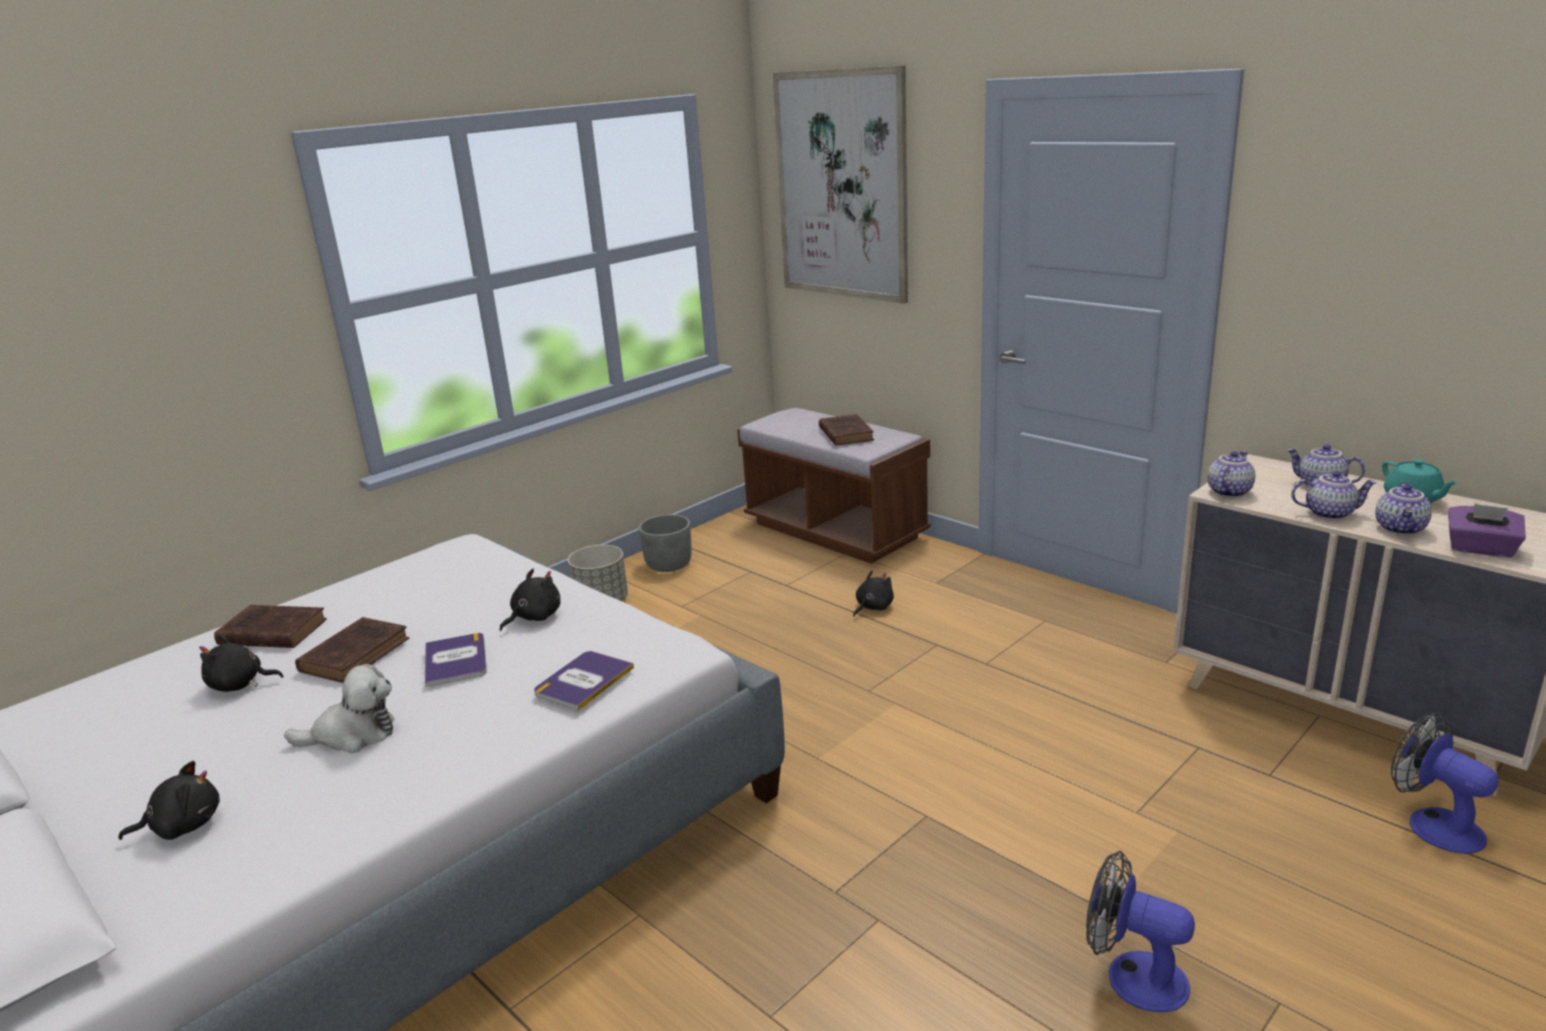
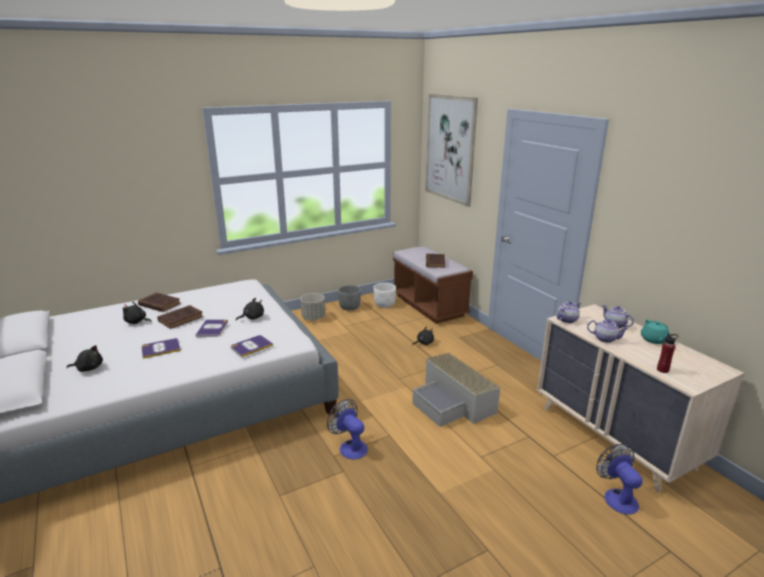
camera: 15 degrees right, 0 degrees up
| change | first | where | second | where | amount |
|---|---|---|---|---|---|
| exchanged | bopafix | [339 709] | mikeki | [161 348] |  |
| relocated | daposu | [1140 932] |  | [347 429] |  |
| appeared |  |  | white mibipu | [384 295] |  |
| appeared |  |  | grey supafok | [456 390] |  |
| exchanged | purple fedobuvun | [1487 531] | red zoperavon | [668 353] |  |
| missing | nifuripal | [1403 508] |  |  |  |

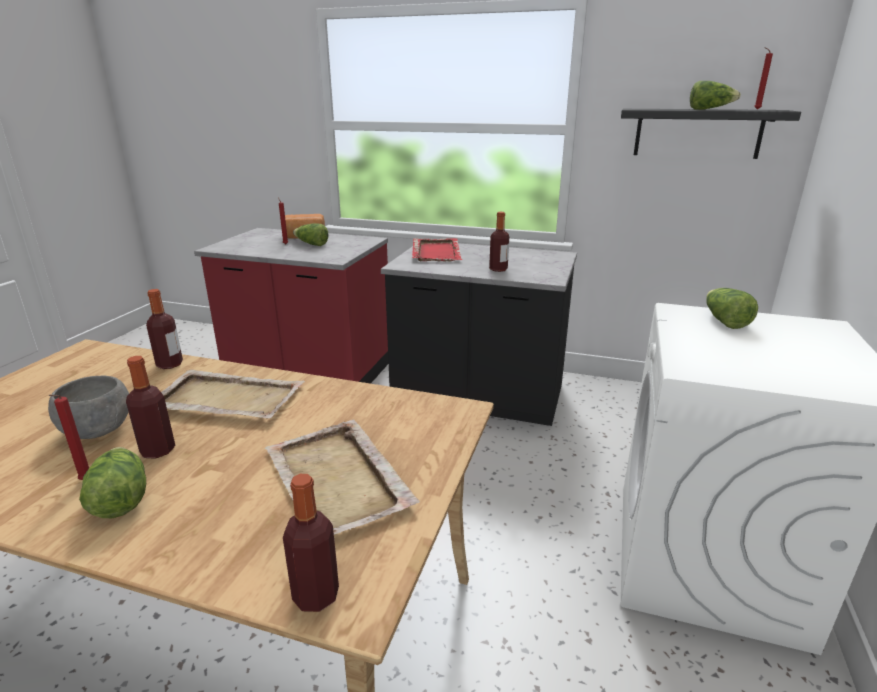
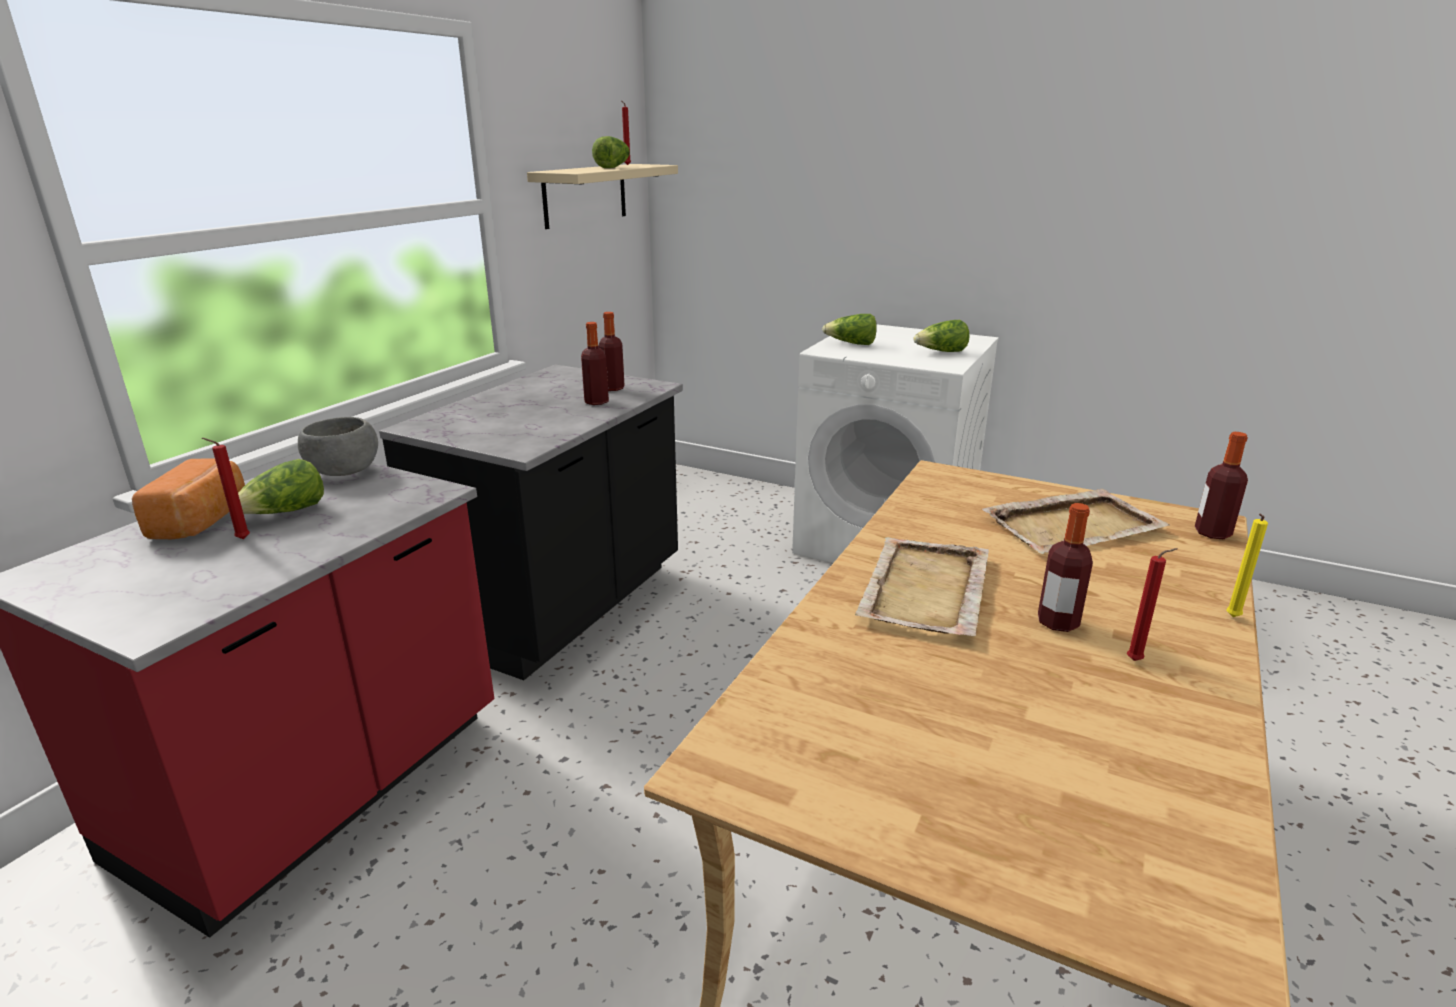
camera: 80 degrees left, 0 degrees up
| change | first | where | second | where | amount |
|---|---|---|---|---|---|
| relocated | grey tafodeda | [88 407] |  | [338 446] |  |
| colour | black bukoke | [711 134] | beige bukoke | [602 196] |  |
| relocated | zoperavon | [164 329] |  | [611 351] |  |
| relocated | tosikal | [112 482] |  | [941 336] |  |
| appeared |  |  | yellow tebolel | [1247 565] |  |
| missing | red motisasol | [437 250] |  |  |  |

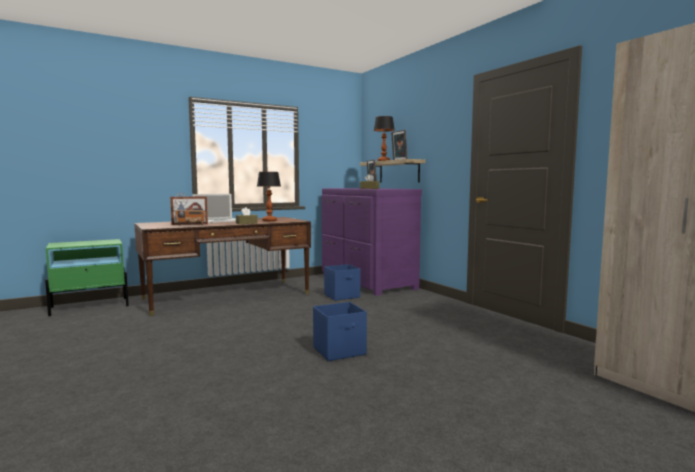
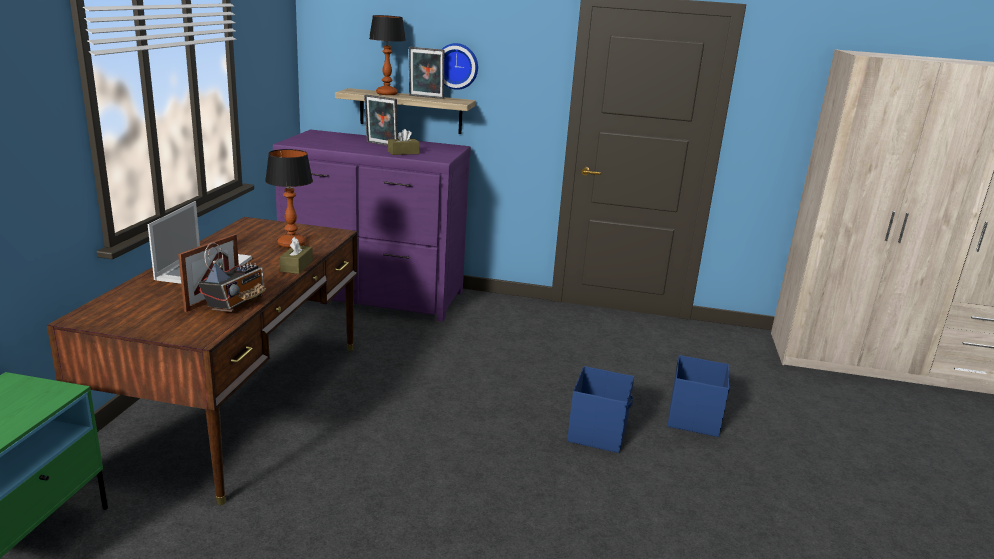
camera: 50 degrees left, 15 degrees up
| change | first | where | second | where | amount |
|---|---|---|---|---|---|
| appeared |  |  | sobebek | [460 66] |  |
| relocated | blue supafok | [342 282] |  | [699 396] |  |

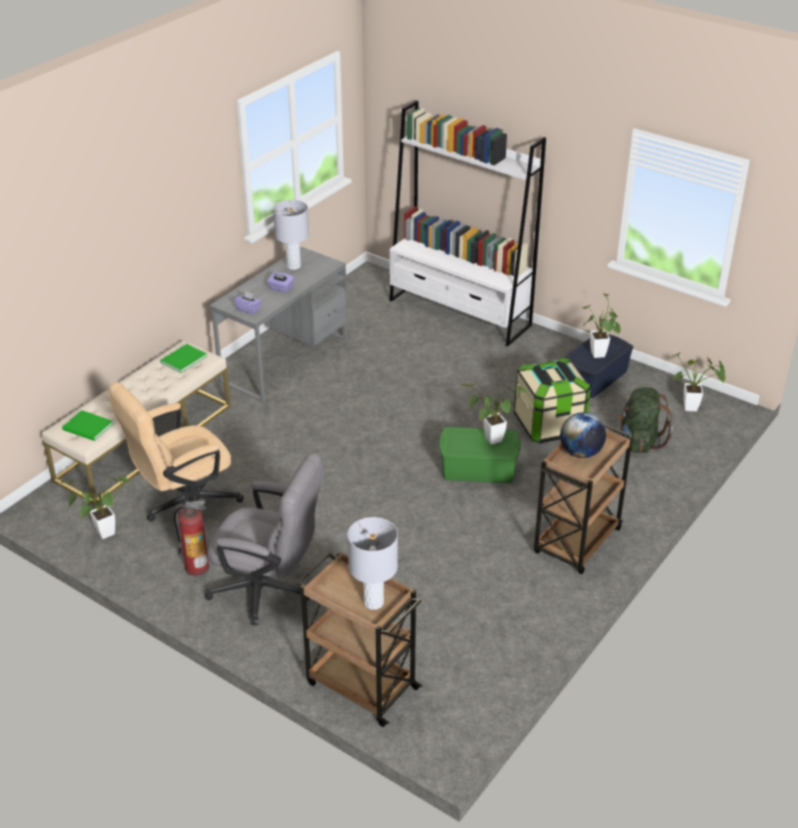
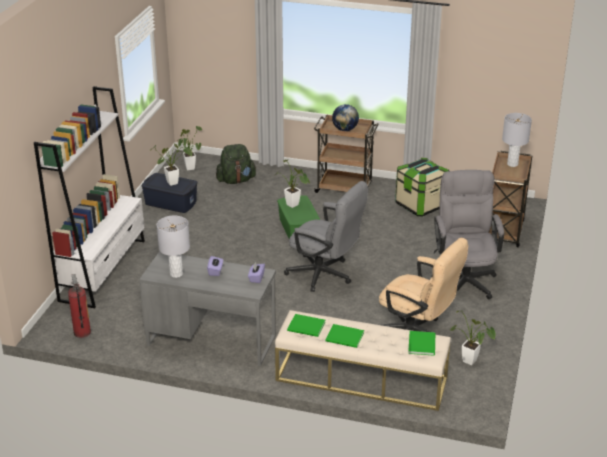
camera: 110 degrees left, 5 degrees down
| change | first | where | second | where | amount |
|---|---|---|---|---|---|
| relocated | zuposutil | [191 538] |  | [79 306] |  |
| appeared |  |  | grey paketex | [326 236] |  |
| appeared |  |  | green mikeki | [345 336] |  |
| relocated | supafok | [552 401] |  | [422 187] |  |

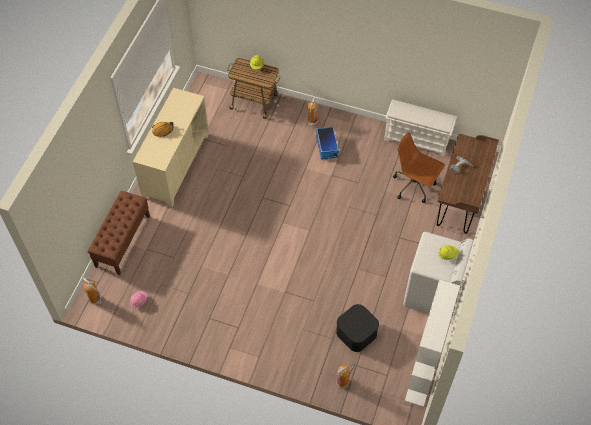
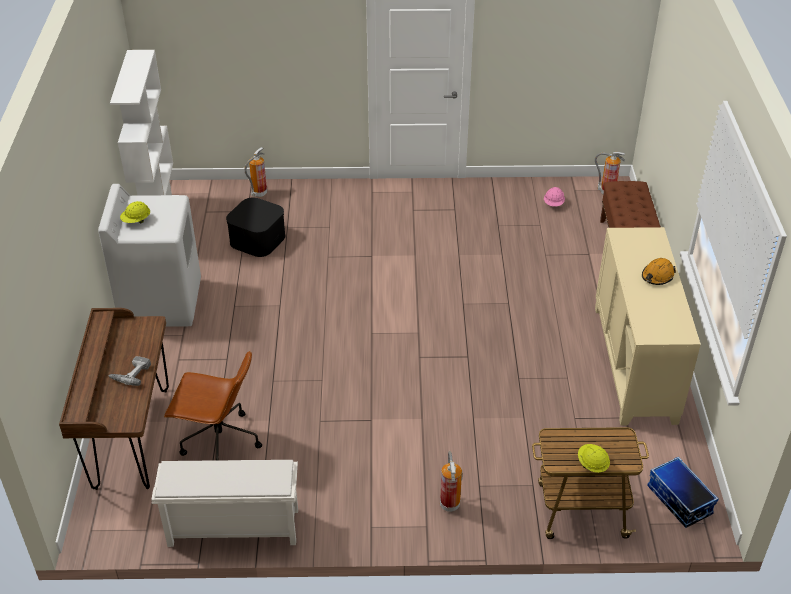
camera: 160 degrees right, 15 degrees down
| change | first | where | second | where | amount |
|---|---|---|---|---|---|
| relocated | supafok | [327 143] |  | [683 492] |  |

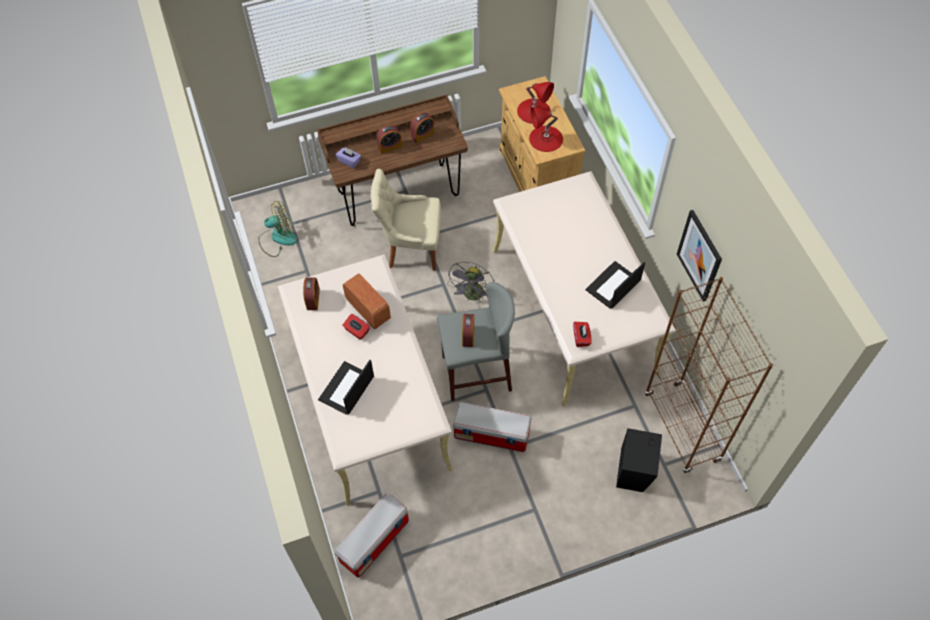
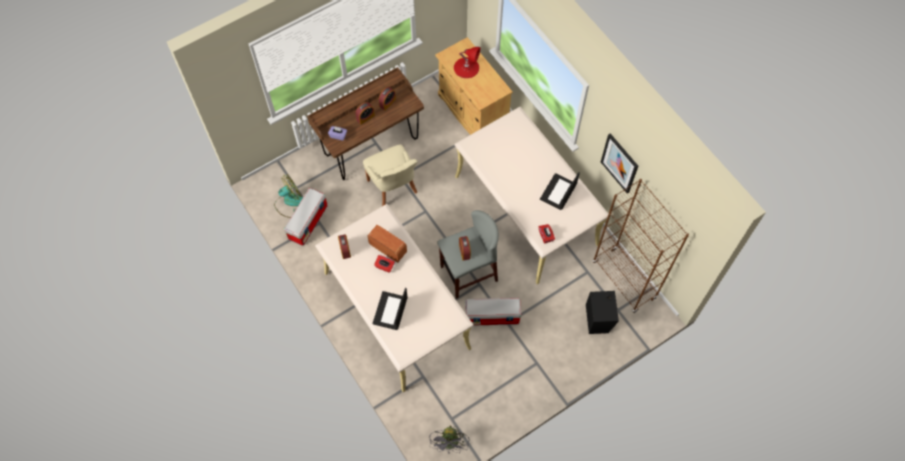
camera: 15 degrees left, 5 degrees up
| change | first | where | second | where | amount |
|---|---|---|---|---|---|
| relocated | supafok | [372 535] |  | [306 217] |  |
| spun | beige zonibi | [406 220] |  | [390 175] | 105 degrees counterclockwise |
| relocated | grey daposu | [471 282] |  | [449 440] |  |
| missing | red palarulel | [546 129] |  |  |  |

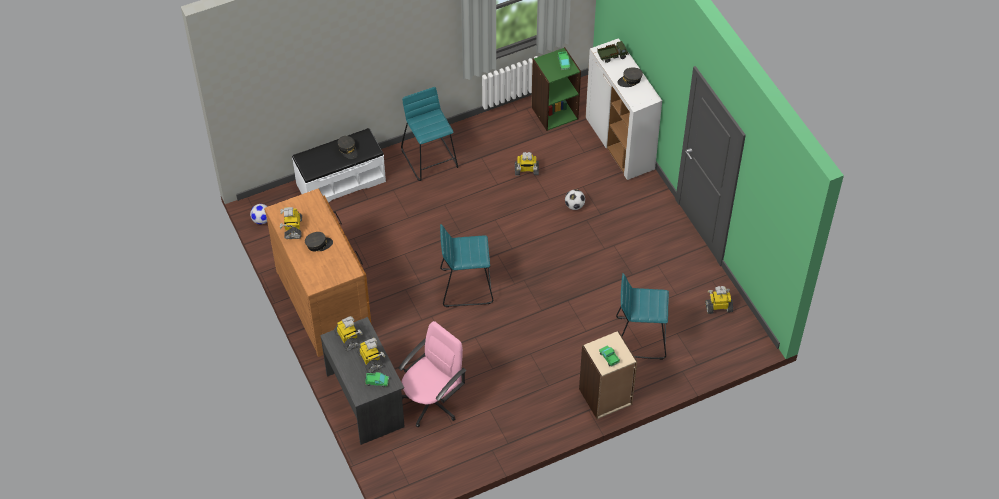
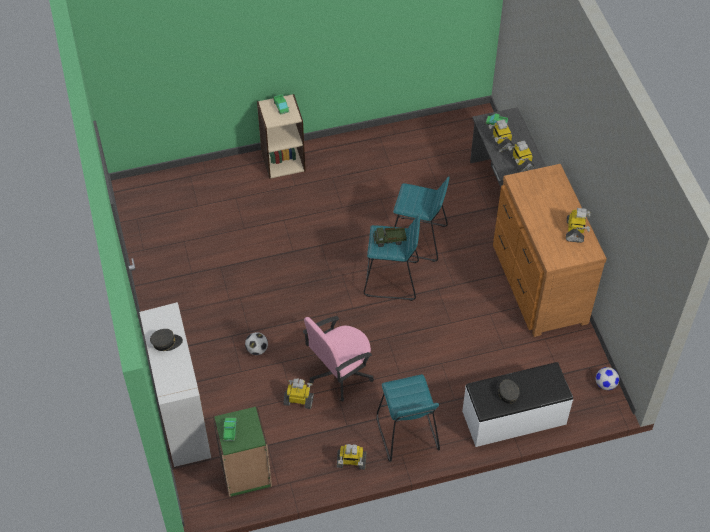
camera: 170 degrees left, 0 degrees up
| change | first | where | second | where | amount |
|---|---|---|---|---|---|
| relocated | pink paketex | [432 374] |  | [338 359] |  |
| relocated | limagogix | [719 300] |  | [351 457] |  |
| relocated | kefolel | [613 52] |  | [390 236] |  |
| relocated | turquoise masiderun | [642 316] |  | [421 219] |  |
| missing | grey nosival | [319 242] |  |  |  |

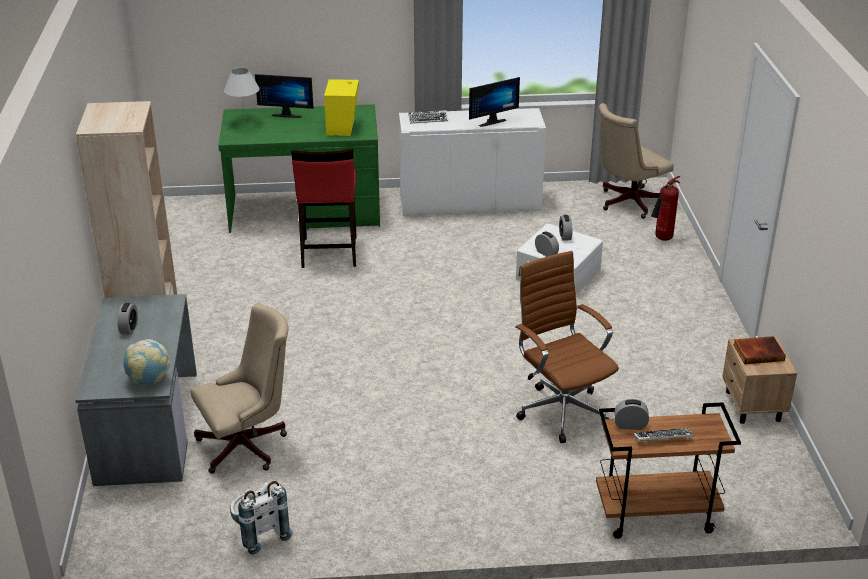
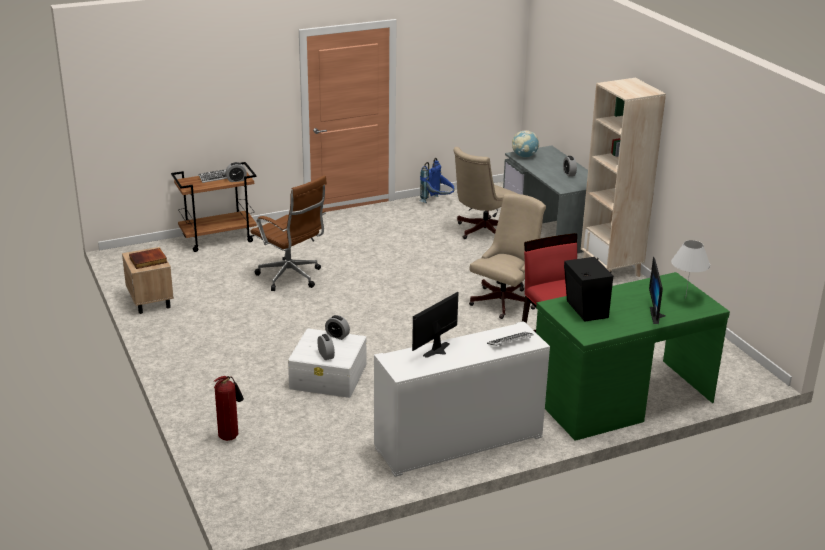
camera: 160 degrees right, 5 degrees down
| change | first | where | second | where | amount |
|---|---|---|---|---|---|
| colour | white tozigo | [261 518] | blue tozigo | [437 180] |  |
| relocated | beige paketex | [636 161] |  | [507 256] |  |
| colour | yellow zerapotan | [341 107] | black zerapotan | [588 289] |  |
| spun | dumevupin | [284 96] |  | [657 290] | 75 degrees counterclockwise |

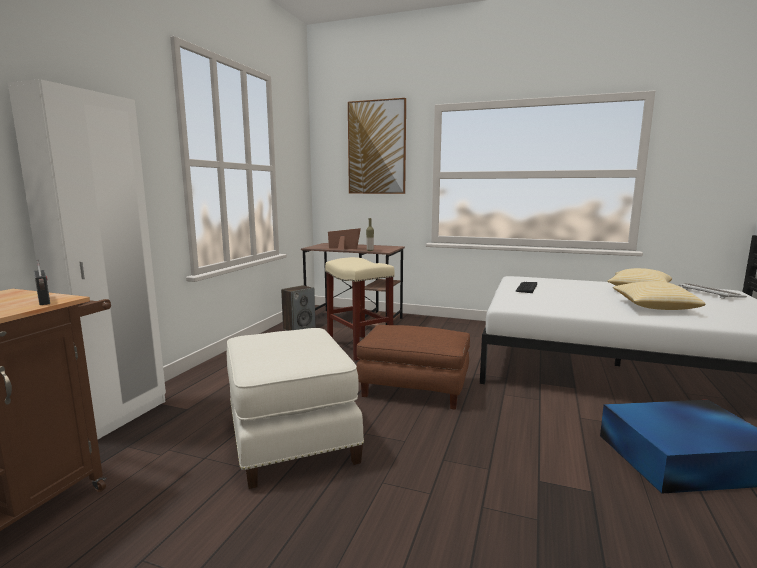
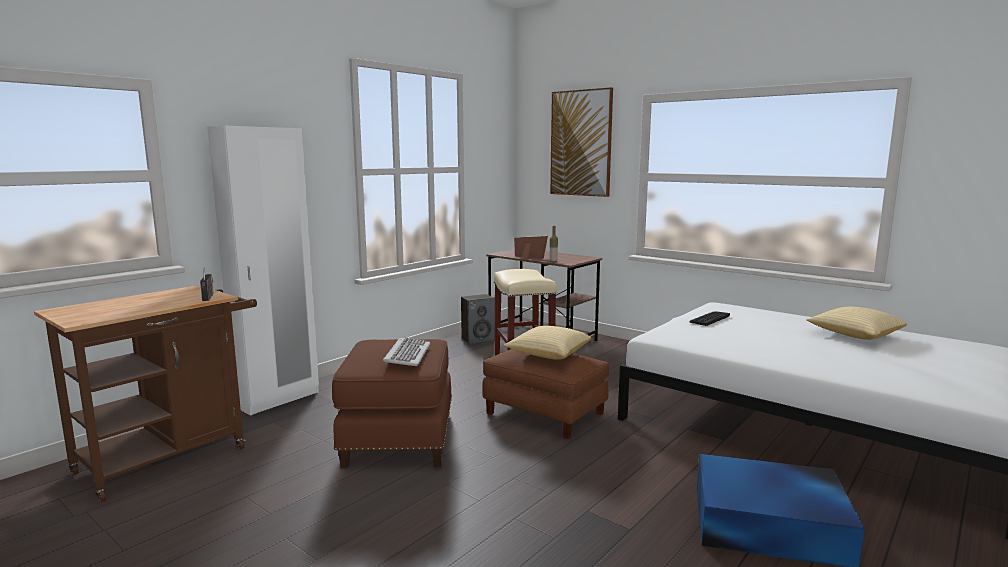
camera: 20 degrees right, 0 degrees up
| change | first | where | second | where | amount |
|---|---|---|---|---|---|
| colour | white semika | [295 408] | brown semika | [392 403] |  |
| relocated | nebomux | [713 291] |  | [407 351] |  |
| relocated | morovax | [659 295] |  | [547 343] |  |

